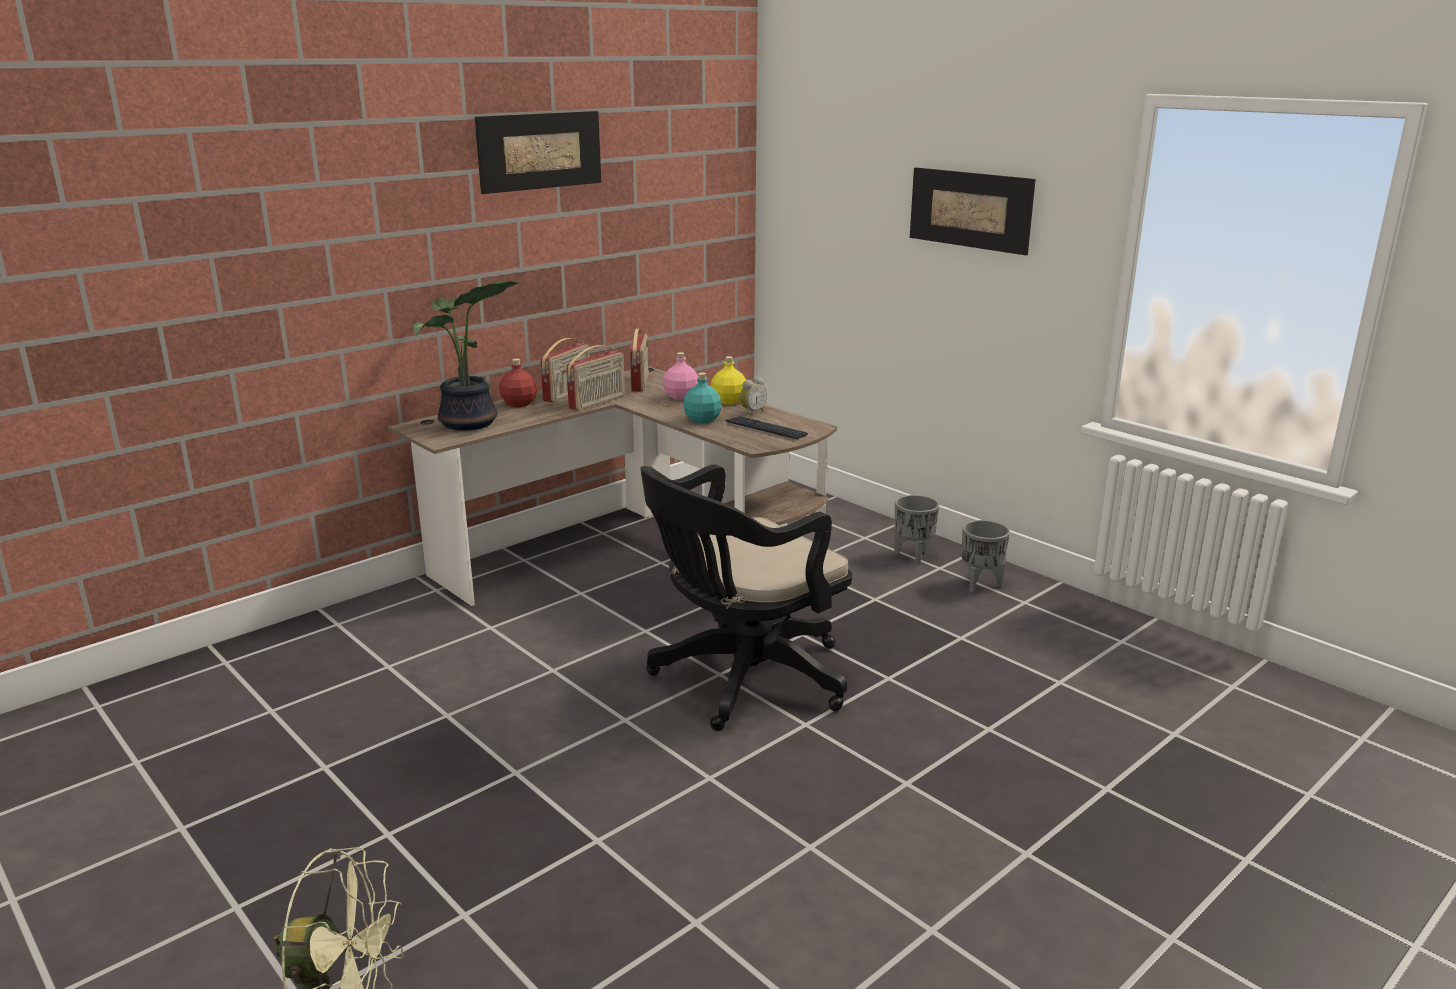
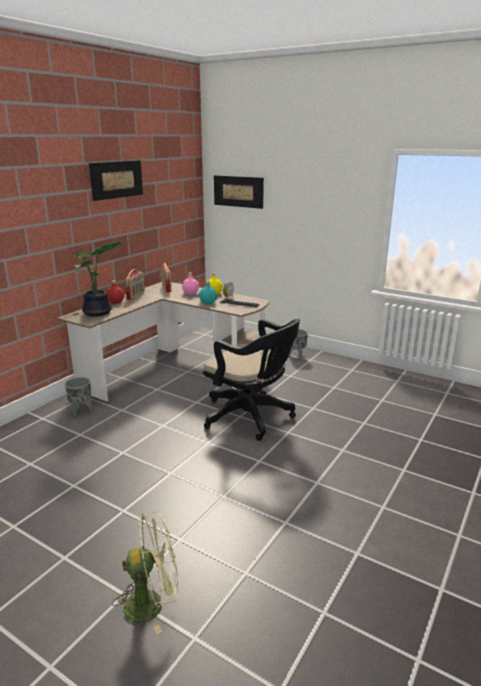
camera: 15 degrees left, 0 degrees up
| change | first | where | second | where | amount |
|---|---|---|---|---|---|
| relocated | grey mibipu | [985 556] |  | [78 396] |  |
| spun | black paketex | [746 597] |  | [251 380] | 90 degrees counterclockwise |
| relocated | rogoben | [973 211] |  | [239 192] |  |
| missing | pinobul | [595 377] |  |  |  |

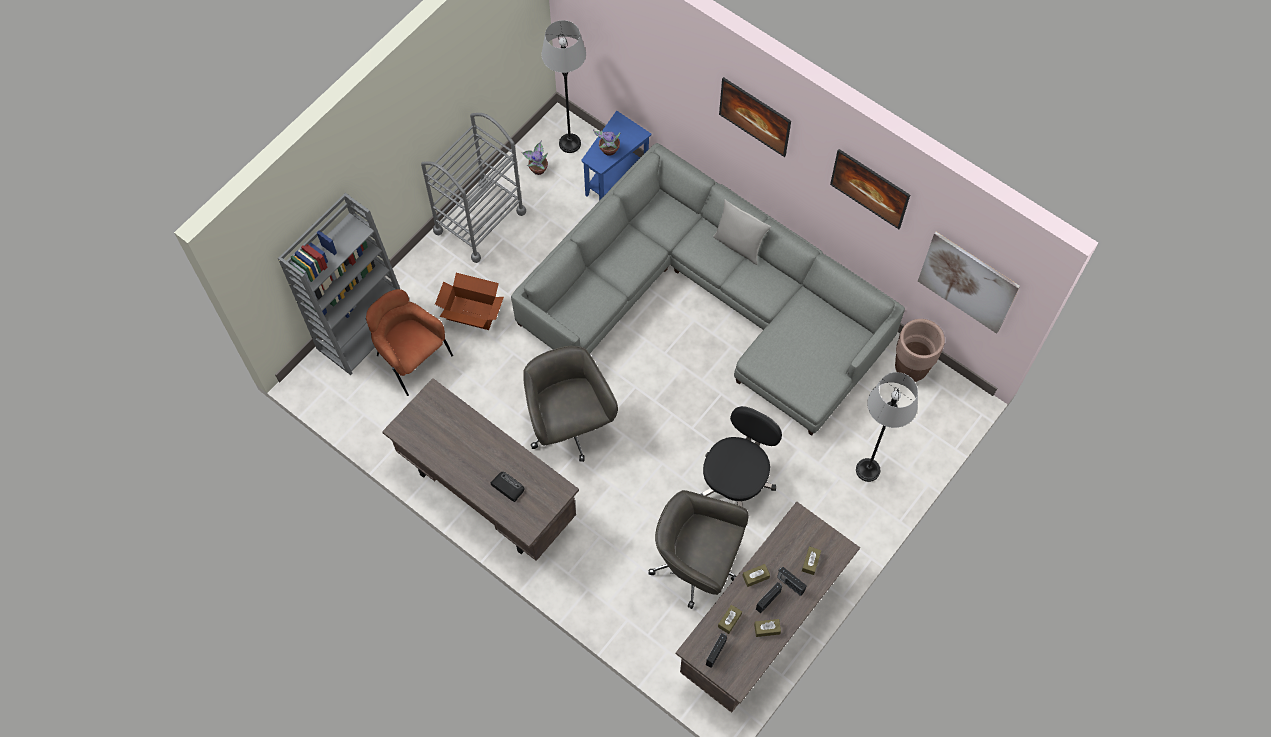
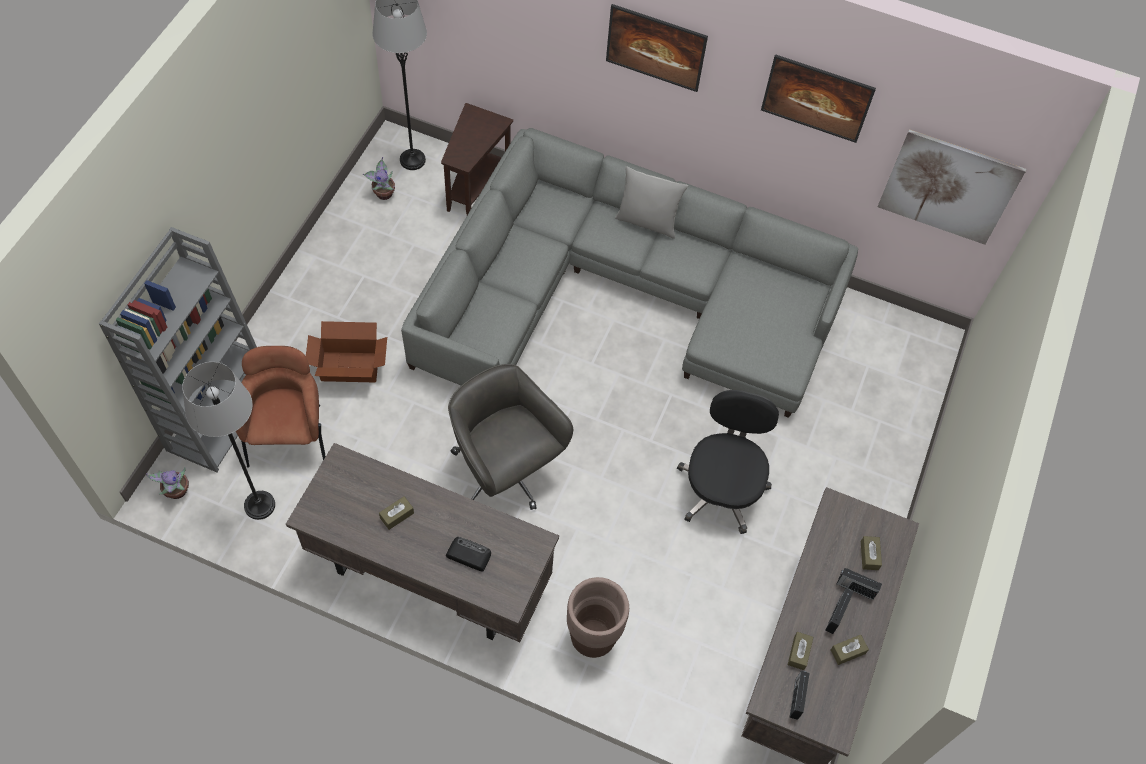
camera: 20 degrees left, 5 degrees down
| change | first | where | second | where | amount |
|---|---|---|---|---|---|
| relocated | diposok | [606 142] |  | [167 483] |  |
| relocated | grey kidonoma | [887 427] |  | [228 441] |  |
| spun | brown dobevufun | [409 342] |  | [281 407] | 60 degrees clockwise |
| relocated | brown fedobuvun | [756 575] |  | [396 513] |  |
| colour | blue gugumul | [616 156] | brown gugumul | [477 159] |  |
| relocated | brown mibipu | [920 350] |  | [598 617] |  |
| missing | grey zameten | [473 188] |  |  |  |
| missing | grey paketex | [698 549] |  |  |  |

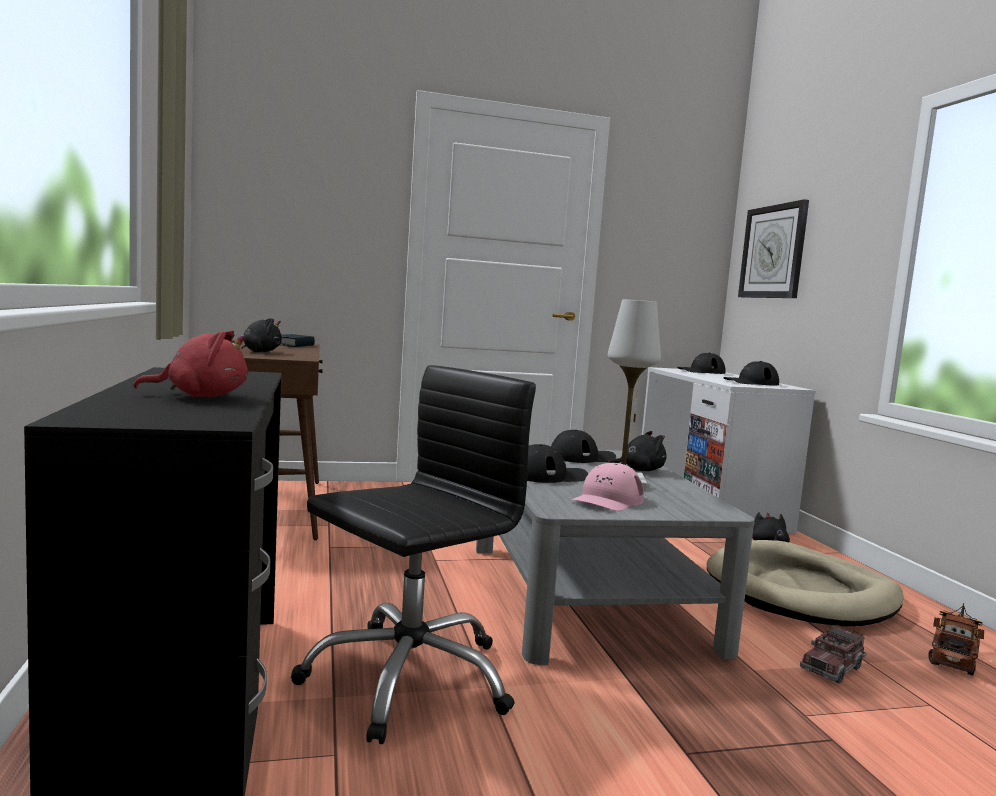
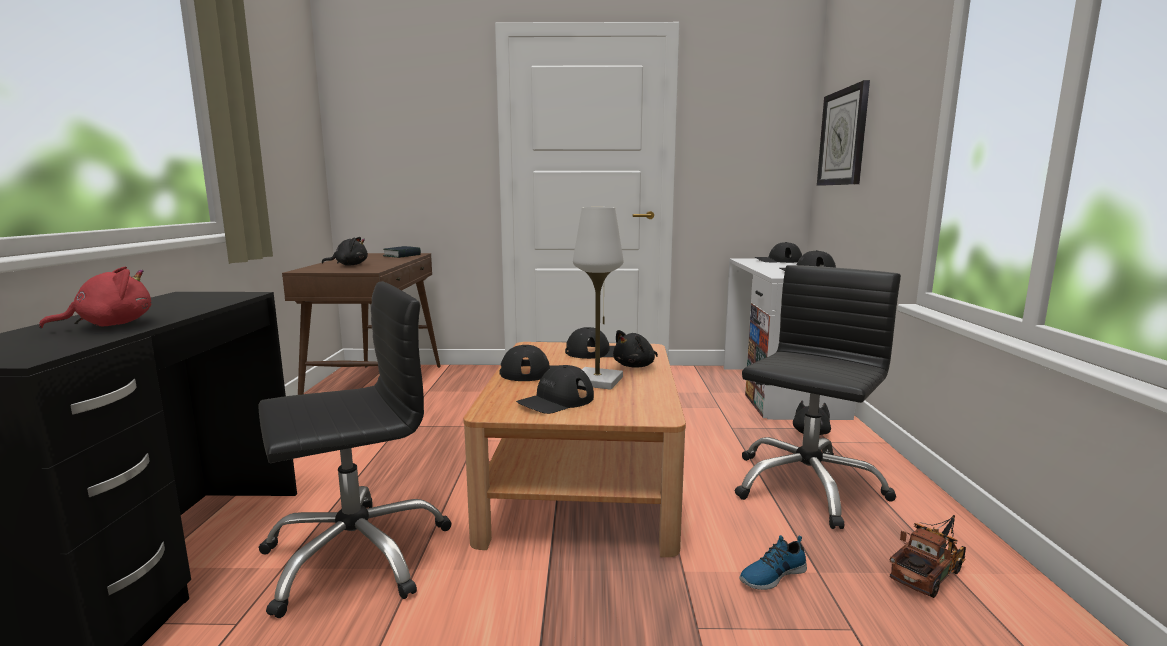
camera: 15 degrees right, 5 degrees up
| change | first | where | second | where | amount |
|---|---|---|---|---|---|
| spun | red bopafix | [191 364] |  | [95 297] | 45 degrees counterclockwise |
| colour | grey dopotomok | [615 557] | brown dopotomok | [574 449] |  |
| colour | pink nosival | [607 487] | black nosival | [555 389] |  |
| spun | black bopafix | [636 451] |  | [635 349] | 135 degrees clockwise |
| exchanged | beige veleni | [805 583] | black paketex | [818 397] |  |
| exchanged | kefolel | [833 653] | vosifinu | [773 562] |  |

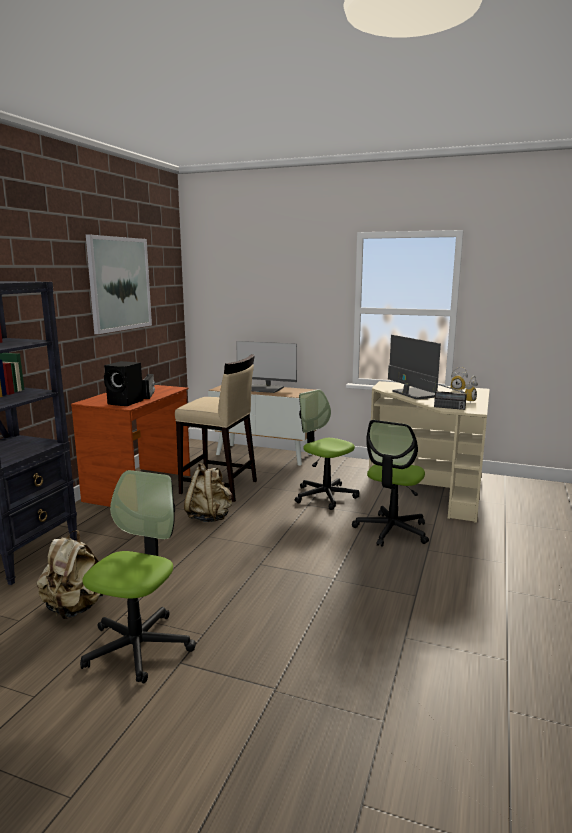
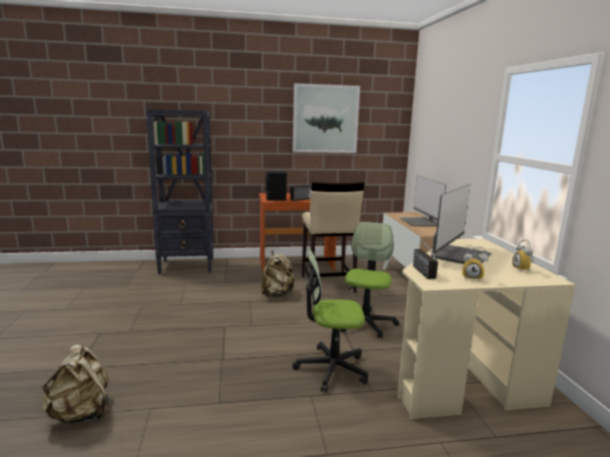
camera: 60 degrees right, 0 degrees up
| change | first | where | second | where | amount |
|---|---|---|---|---|---|
| relocated | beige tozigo | [69 574] |  | [74 383] |  |
| missing | paketex | [138 577] |  |  |  |

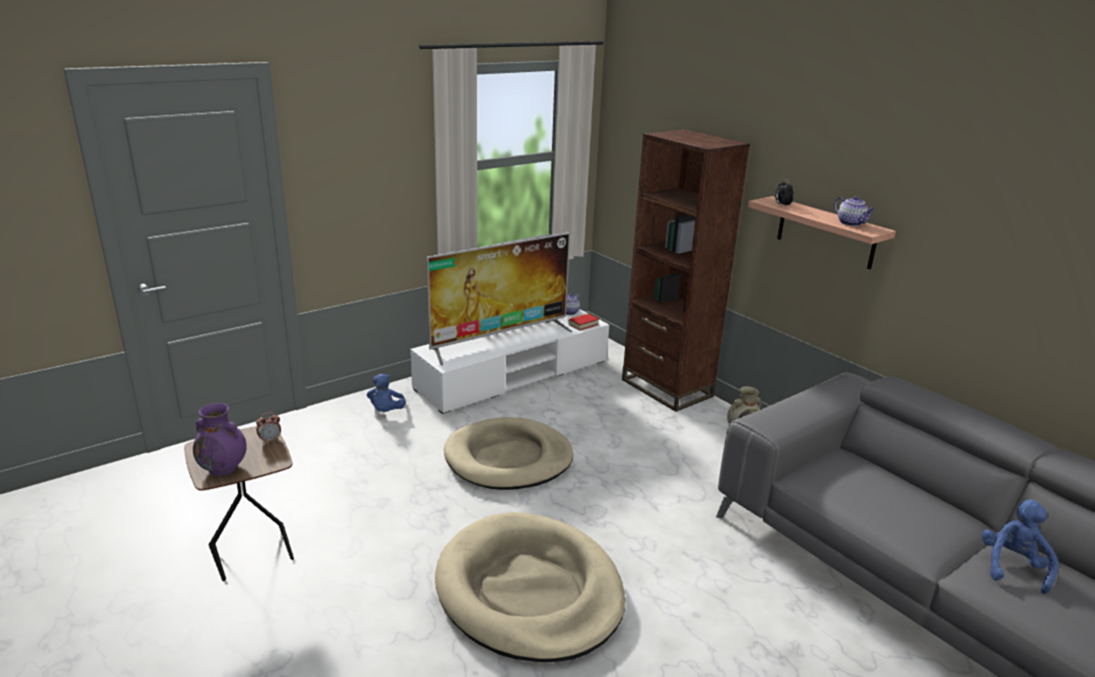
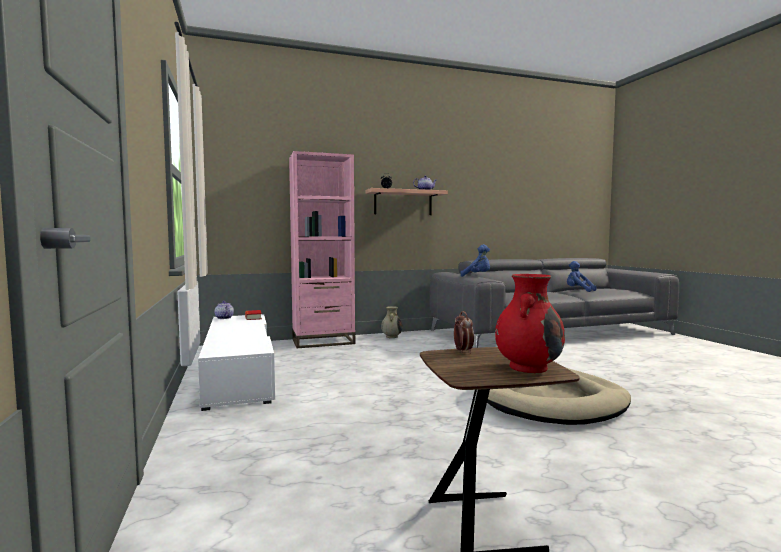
camera: 70 degrees left, 20 degrees down
| change | first | where | second | where | amount |
|---|---|---|---|---|---|
| colour | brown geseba | [686 270] | pink geseba | [322 249] |  |
| relocated | blue bopafix | [386 393] |  | [475 260] |  |
| colour | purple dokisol | [220 439] | red dokisol | [530 323] |  |
| missing | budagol | [499 298] |  |  |  |
| missing | beige veleni | [508 453] |  |  |  |

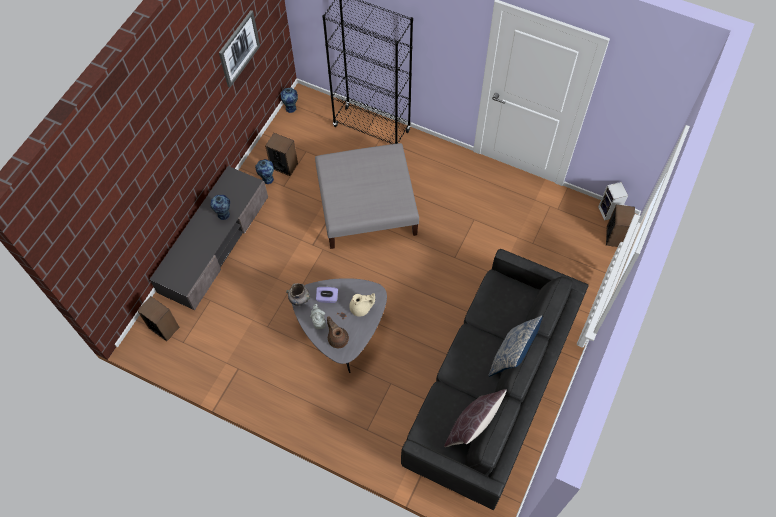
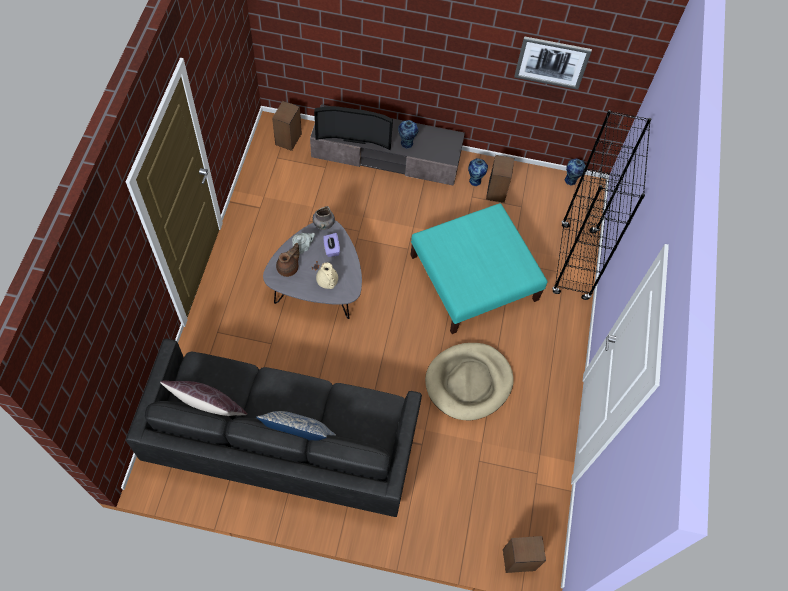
camera: 70 degrees right, 0 degrees up
| change | first | where | second | where | amount |
|---|---|---|---|---|---|
| appeared |  |  | budagol | [353 128] |  |
| colour | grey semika | [367 196] | turquoise semika | [479 268] |  |
| appeared |  |  | beige veleni | [469 381] |  |
| missing | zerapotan | [613 201] |  |  |  |

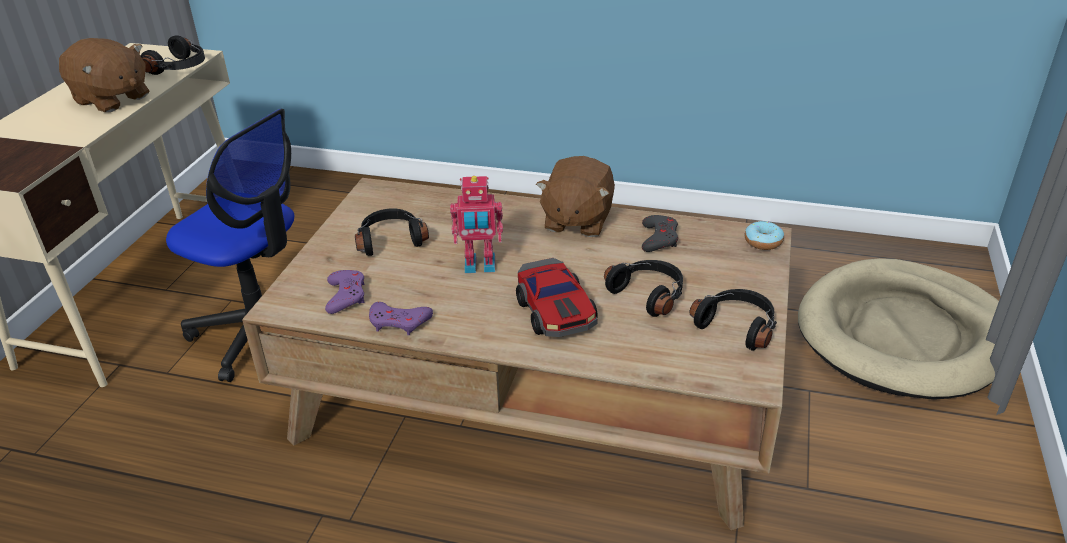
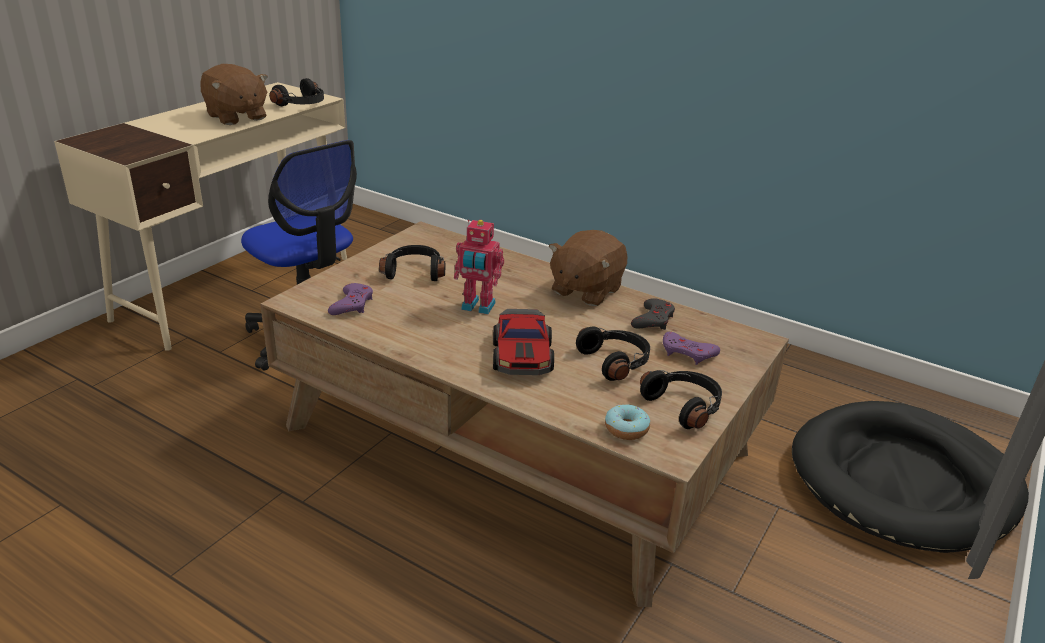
camera: 15 degrees right, 5 degrees down
| change | first | where | second | where | amount |
|---|---|---|---|---|---|
| relocated | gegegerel | [764 235] |  | [627 422] |  |
| relocated | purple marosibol | [401 318] |  | [691 348] |  |
| colour | beige veleni | [898 328] | black veleni | [910 477] |  |

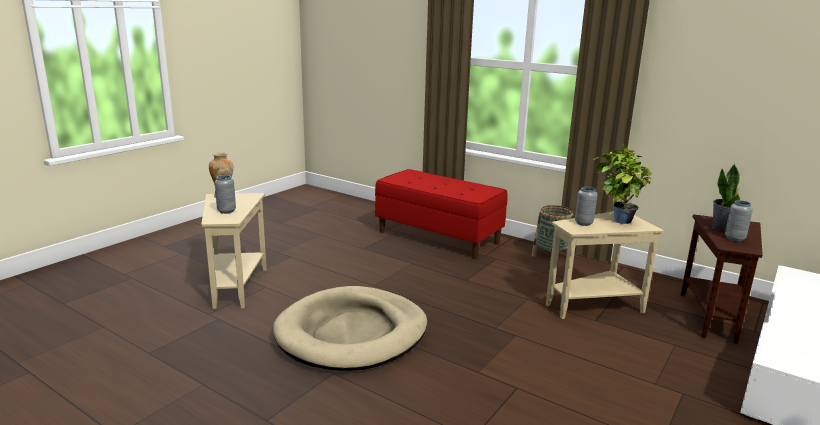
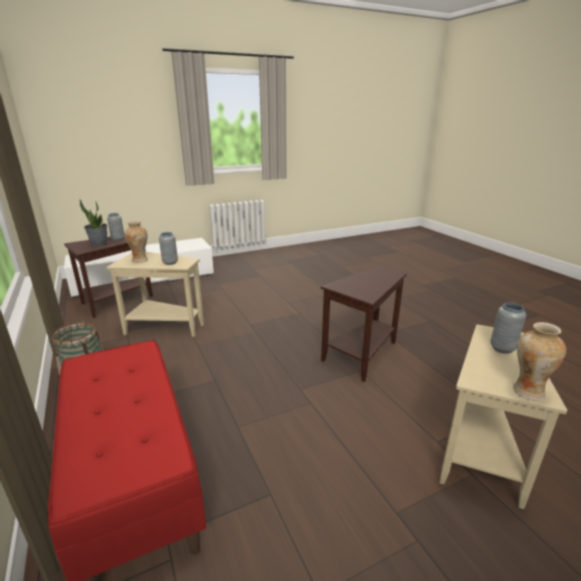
camera: 150 degrees left, 5 degrees up
| change | first | where | second | where | amount |
|---|---|---|---|---|---|
| exchanged | diposok | [623 184] | dokisol | [136 242] |  |
| exchanged | beige veleni | [350 328] | brown gugumul | [364 323] |  |

